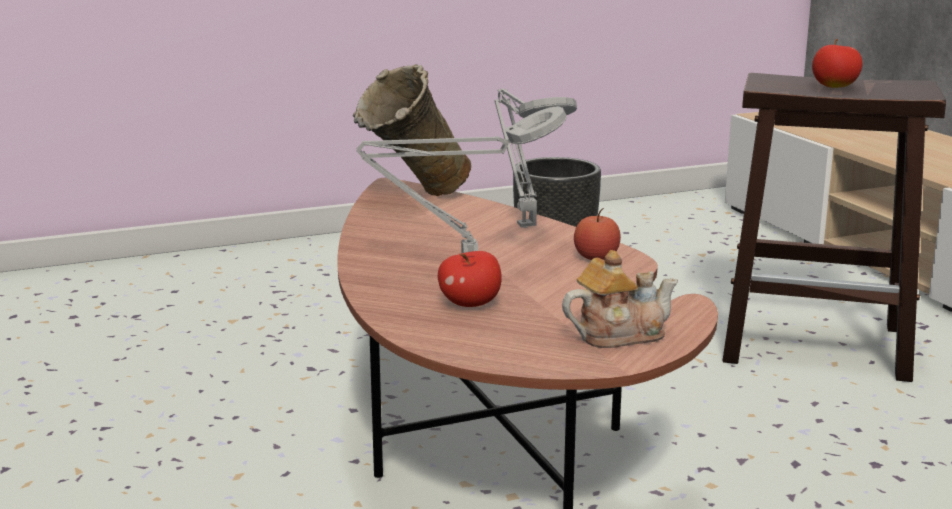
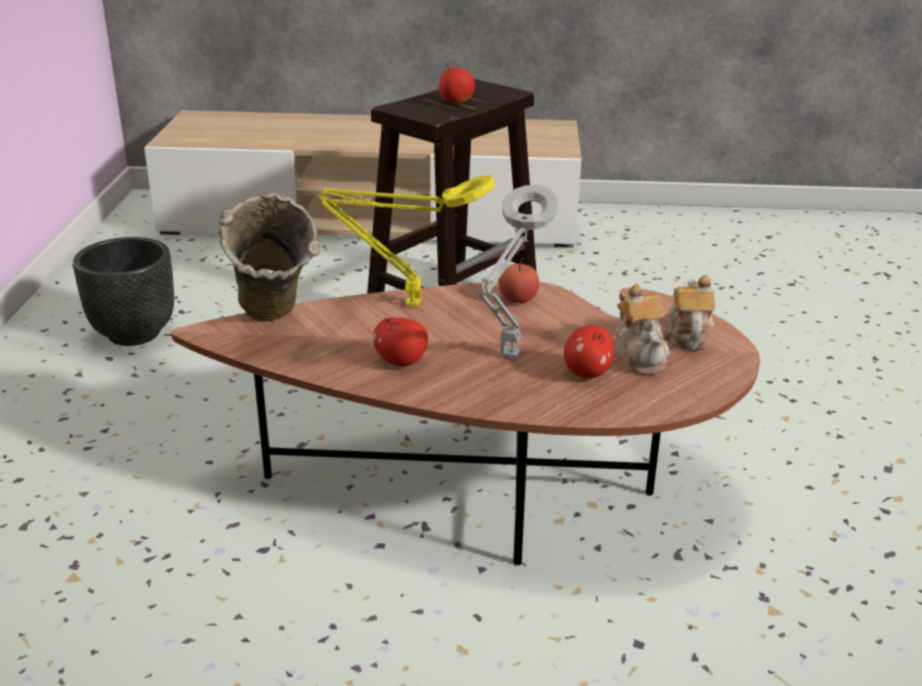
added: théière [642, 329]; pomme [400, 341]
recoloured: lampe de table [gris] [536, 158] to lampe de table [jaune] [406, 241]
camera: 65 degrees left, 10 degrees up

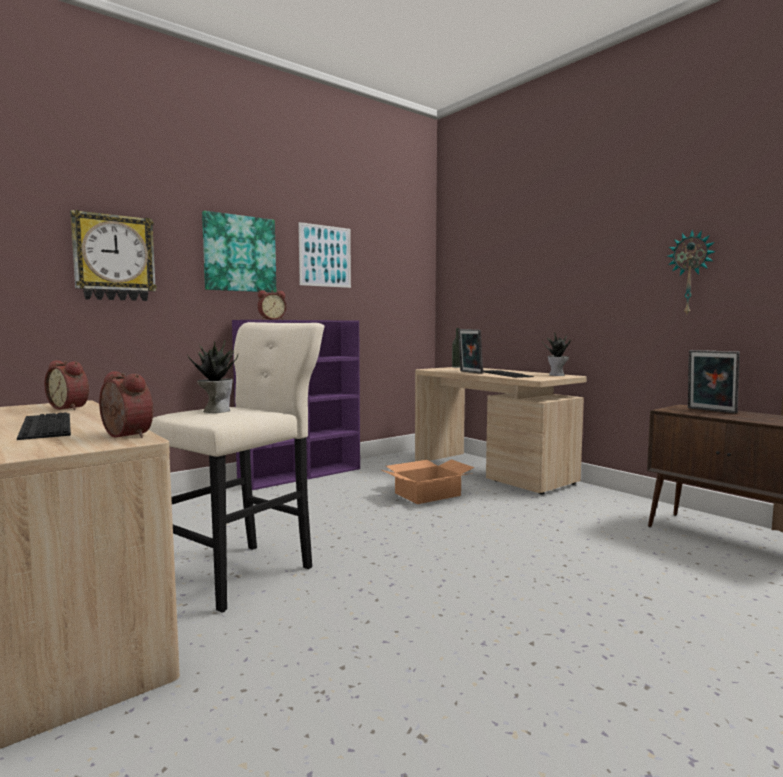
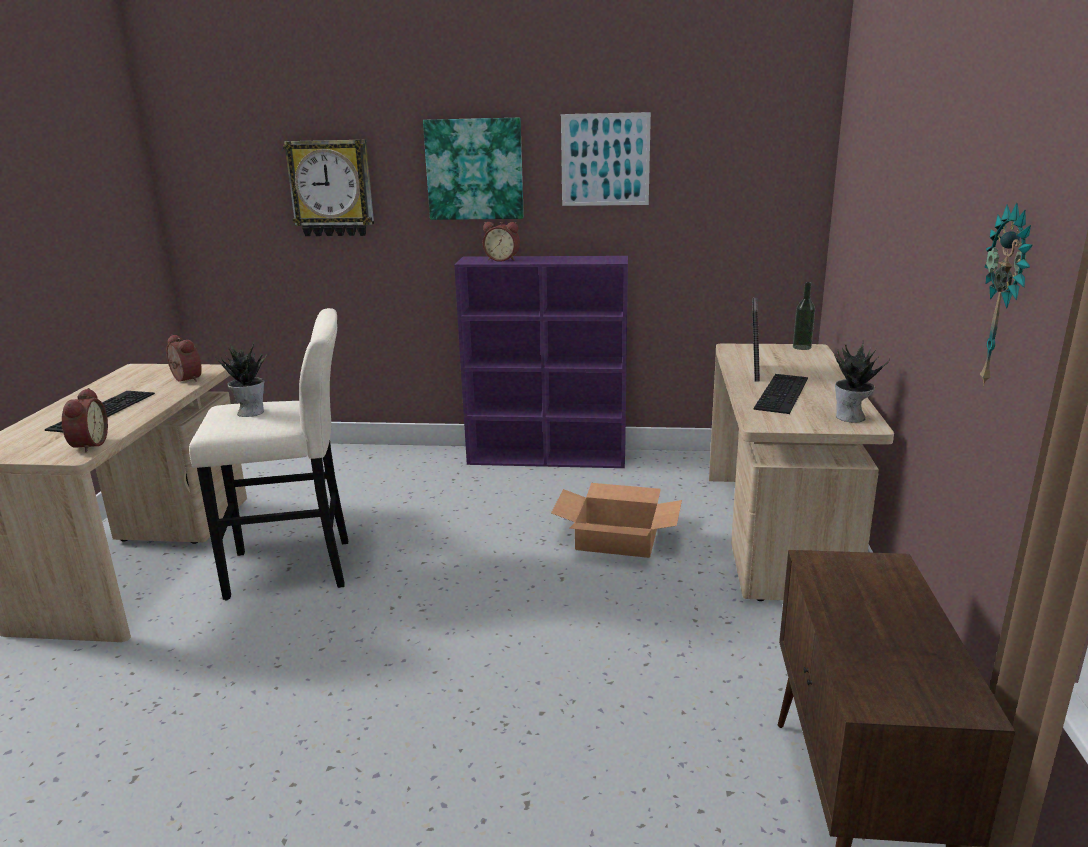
removed: cadre photo [714, 381]
turned: réveil [66, 385] = [184, 358] 150 degrees clockwise
camera: 45 degrees right, 15 degrees up

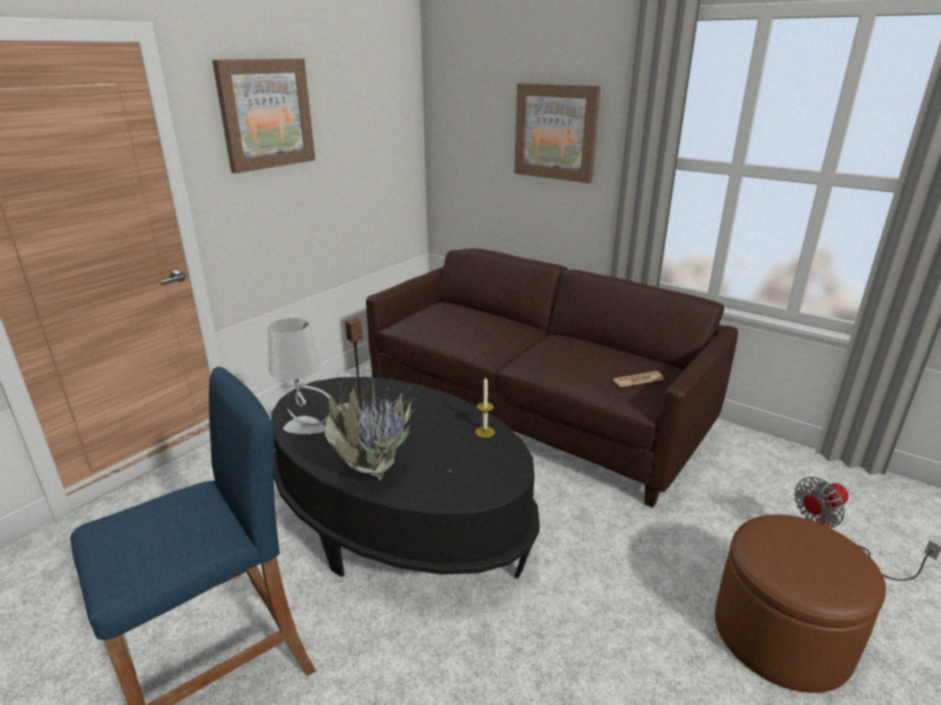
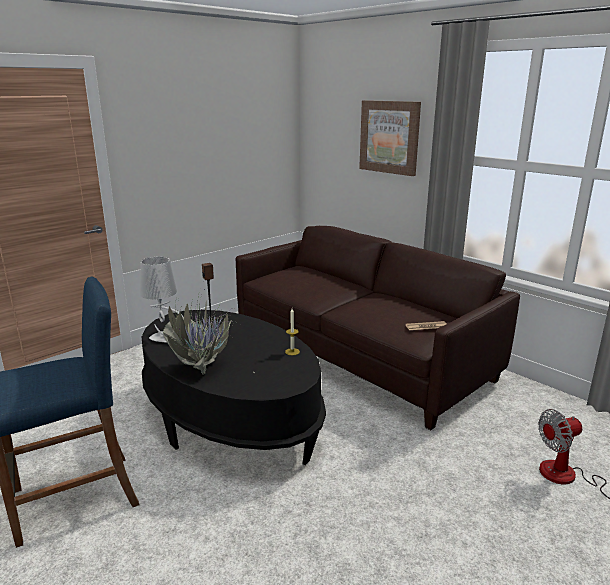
removed: tableau [263, 116]; pouf [marron] [800, 603]
camera: 10 degrees right, 5 degrees down

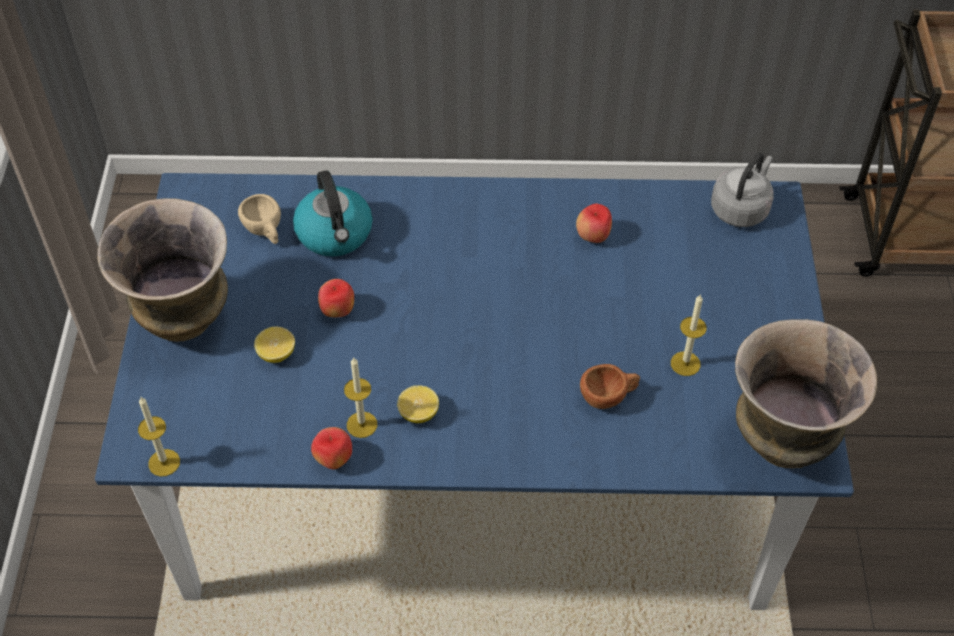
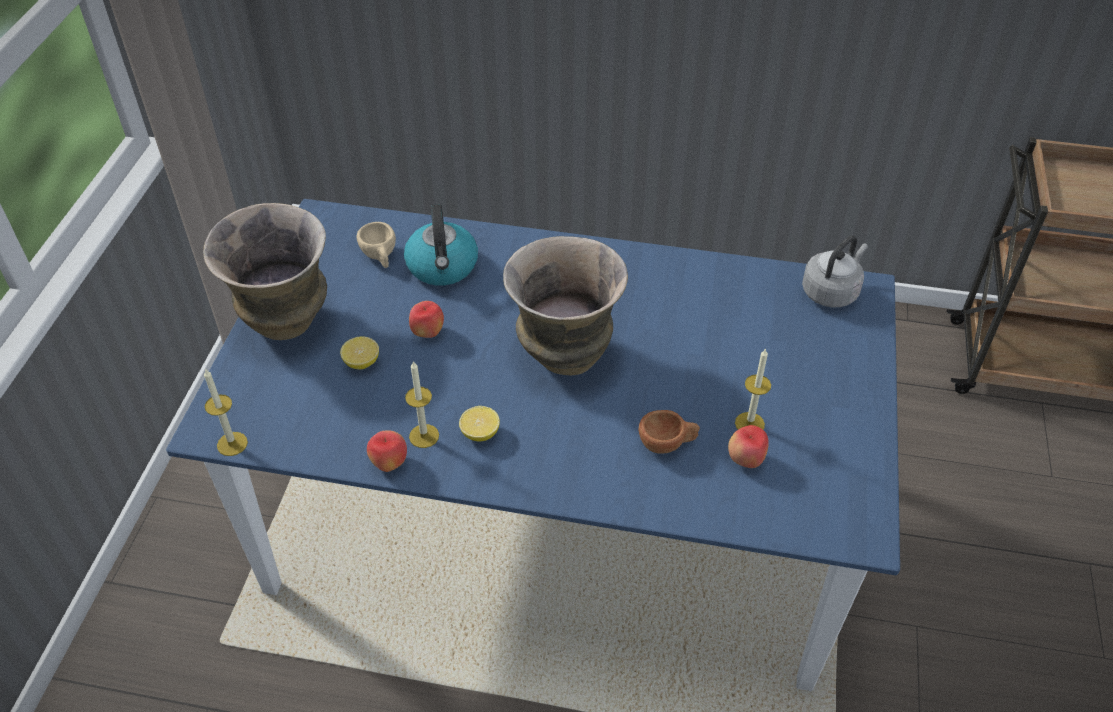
moved: pomme [594, 223] to [748, 446]; vase [806, 393] to [565, 306]
camera: 10 degrees right, 5 degrees down

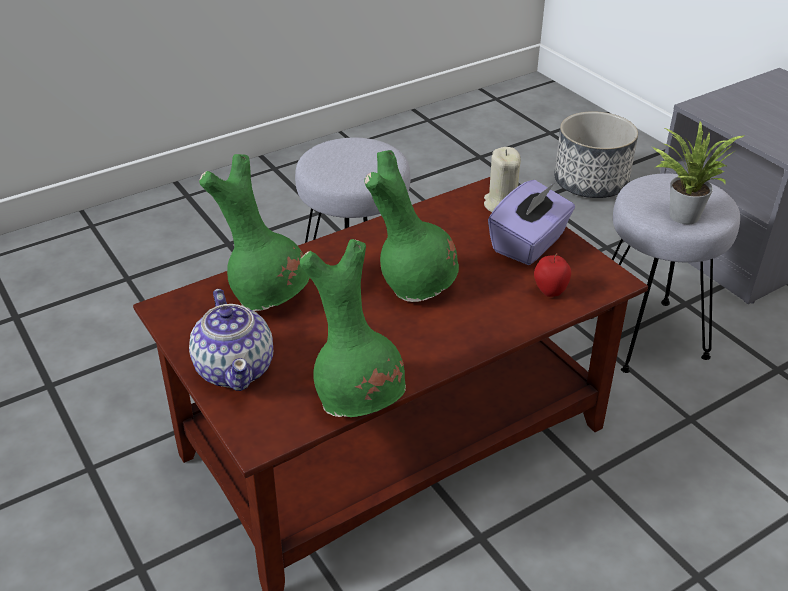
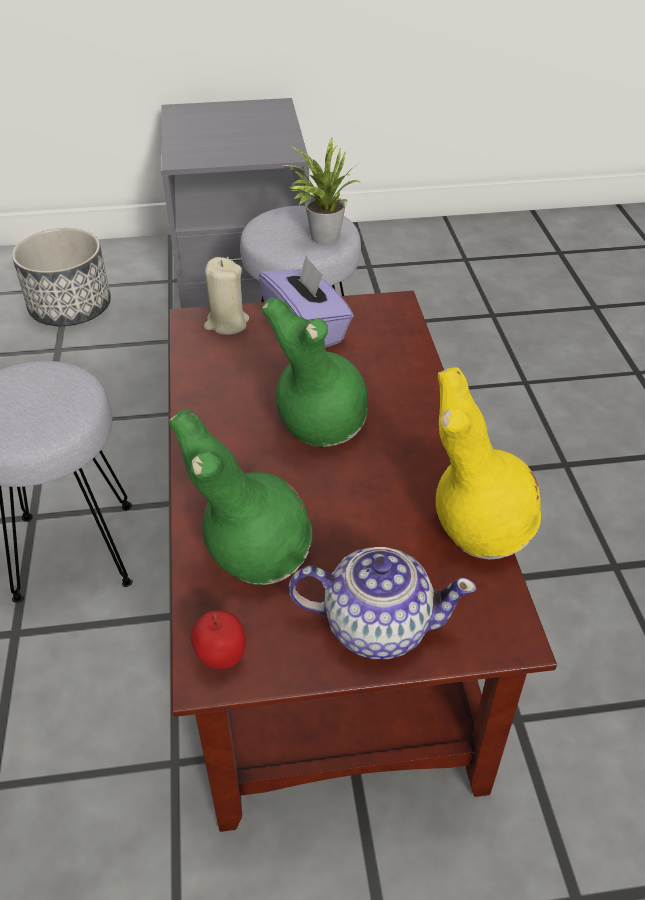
moved: pomme [552, 275] to [218, 640]
recoloured: vase [vert] [353, 328] to vase [jaune] [488, 463]
camera: 65 degrees left, 5 degrees up

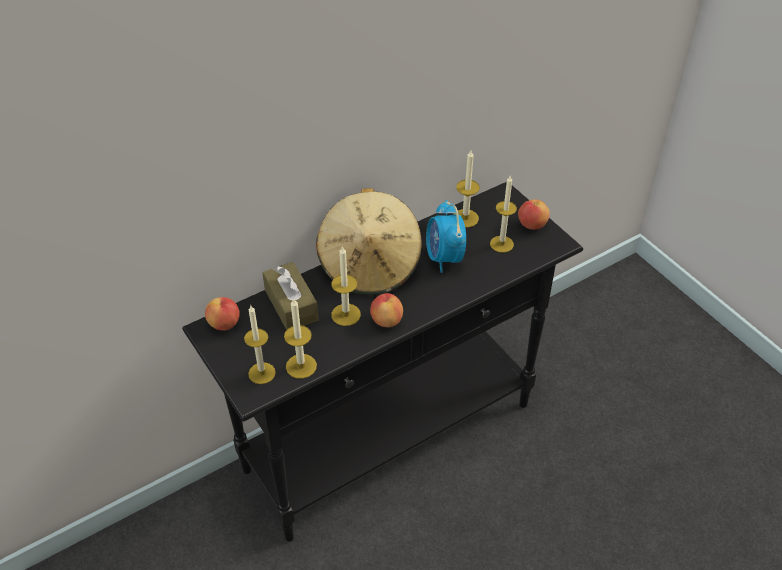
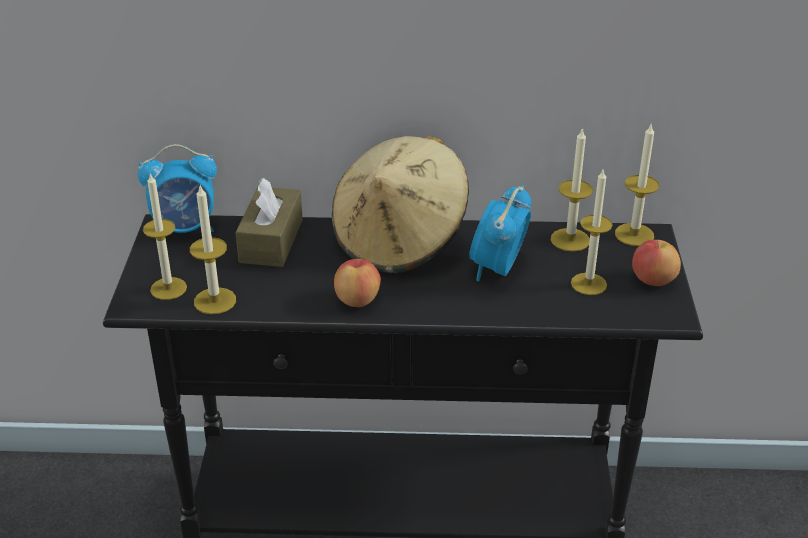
moved: bougie [346, 286] to [637, 185]
replaced: pomme [222, 314] to réveil [177, 191]
camera: 35 degrees right, 10 degrees down

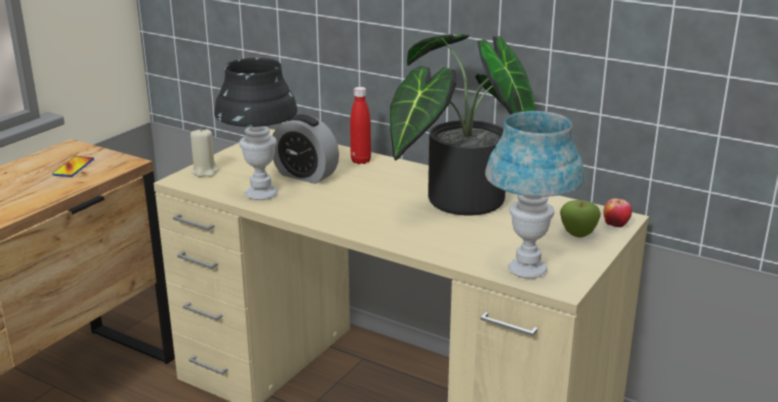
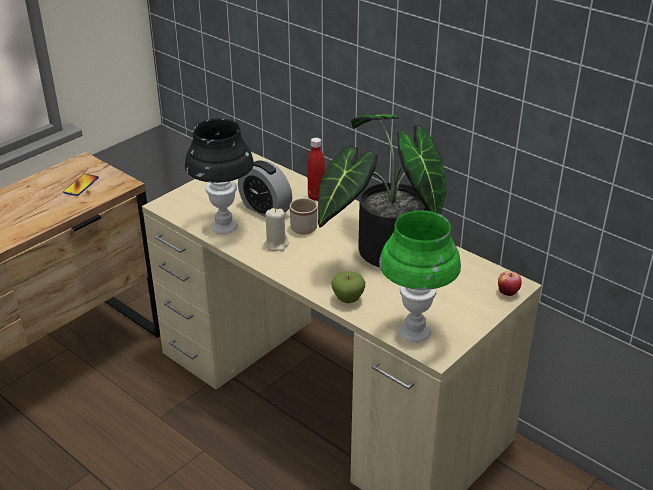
added: mug [beige] [304, 216]
moved: bougie [beige] [204, 152] to [276, 229]; pomme [580, 218] to [348, 287]
recoloured: lampe de table [bleu] [534, 194] to lampe de table [vert] [420, 276]
camera: 10 degrees right, 10 degrees up

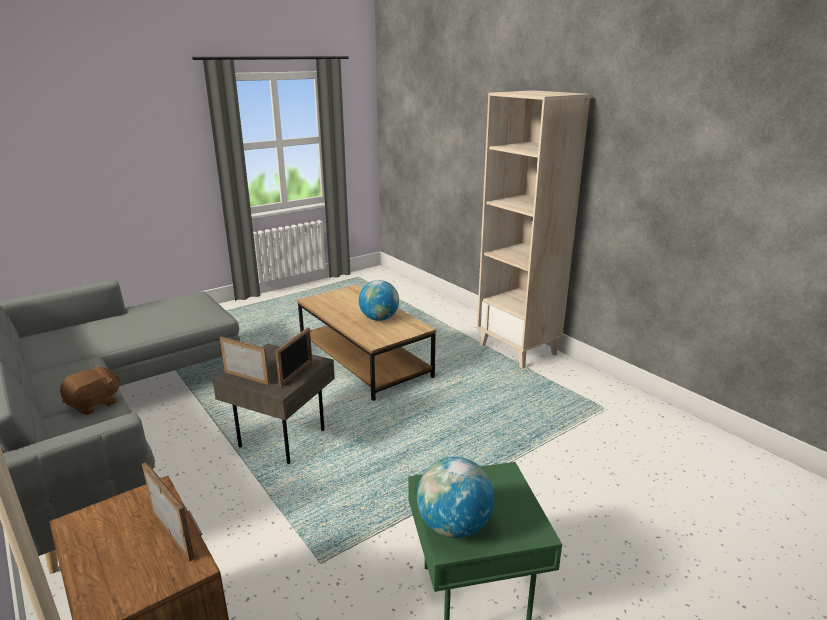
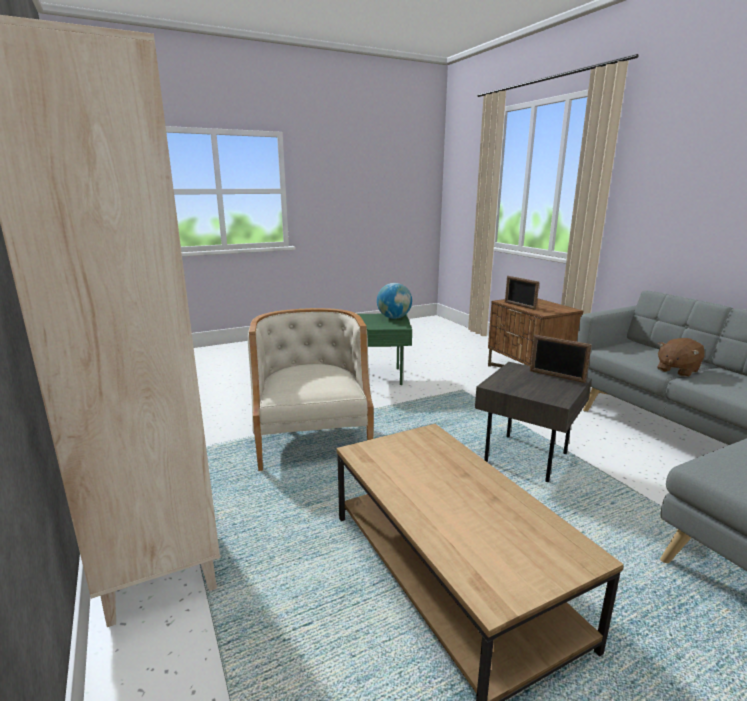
removed: globe [379, 300]; cadre photo [293, 357]
added: fauteuil [beige] [311, 389]
camera: 170 degrees left, 5 degrees down

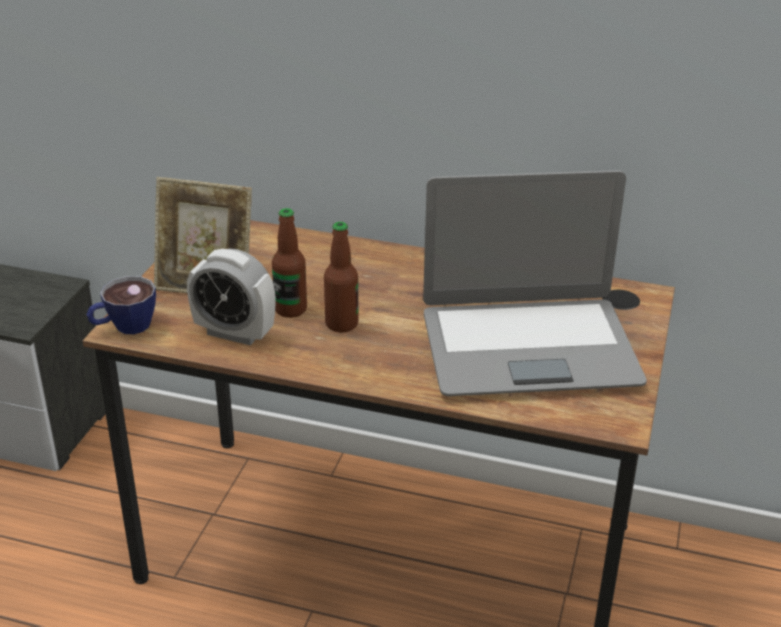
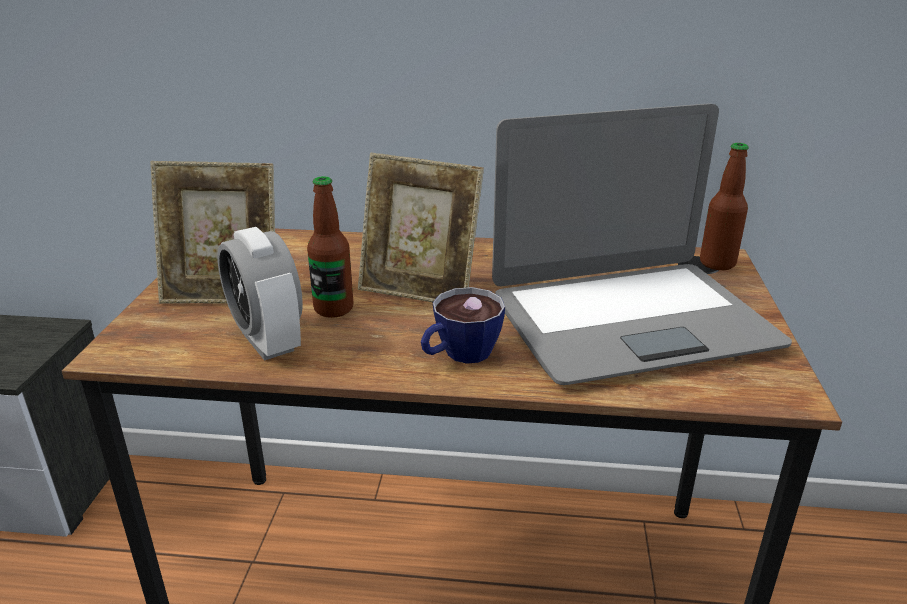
added: cadre photo [421, 227]
moved: bouteille [341, 277] to [724, 206]; tasse [121, 305] to [463, 325]
turned: réveil [231, 297] = [260, 294] 45 degrees clockwise
camera: 10 degrees left, 5 degrees down

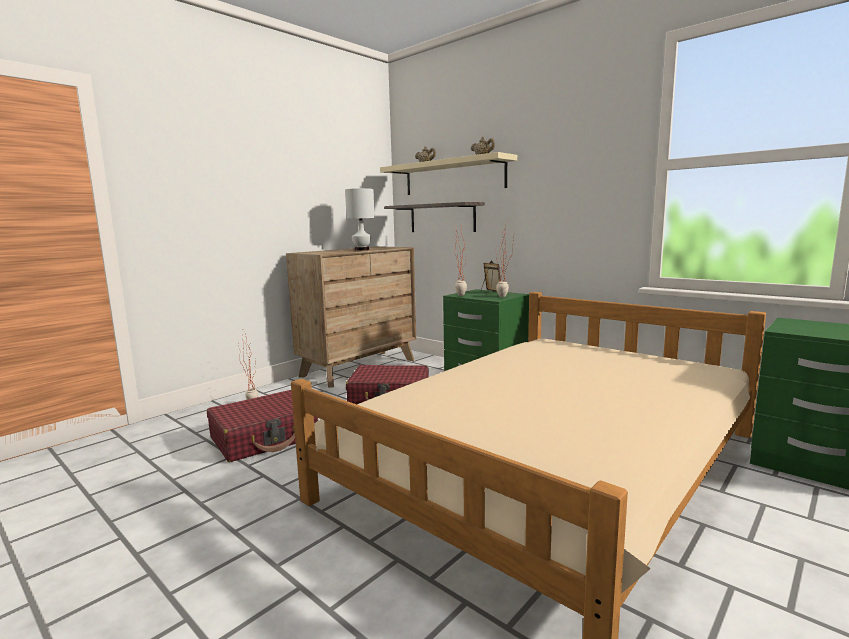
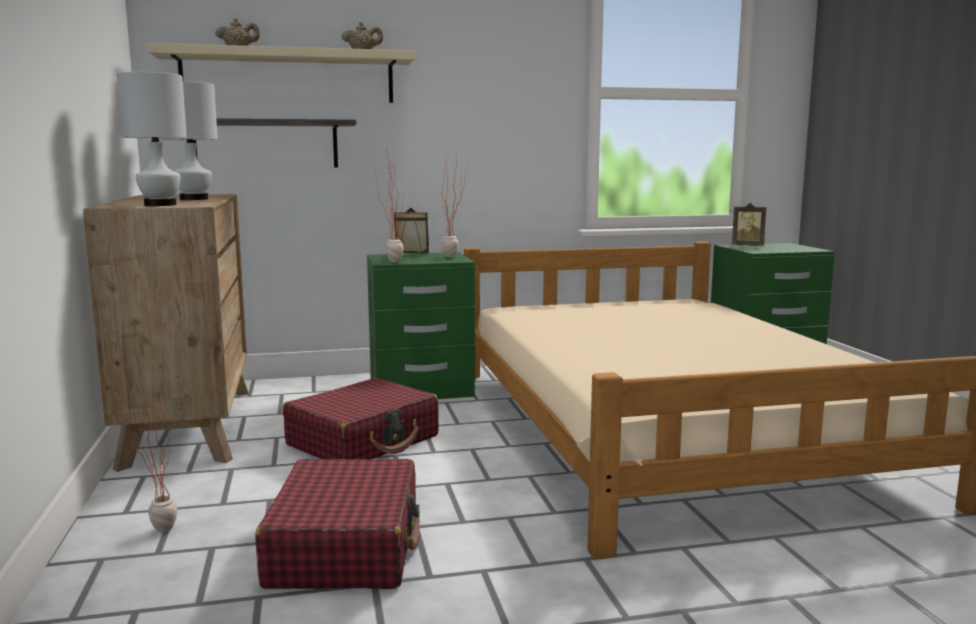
added: lampe de table [blanc] [151, 139]; cadre photo [749, 224]
camera: 55 degrees left, 0 degrees up

